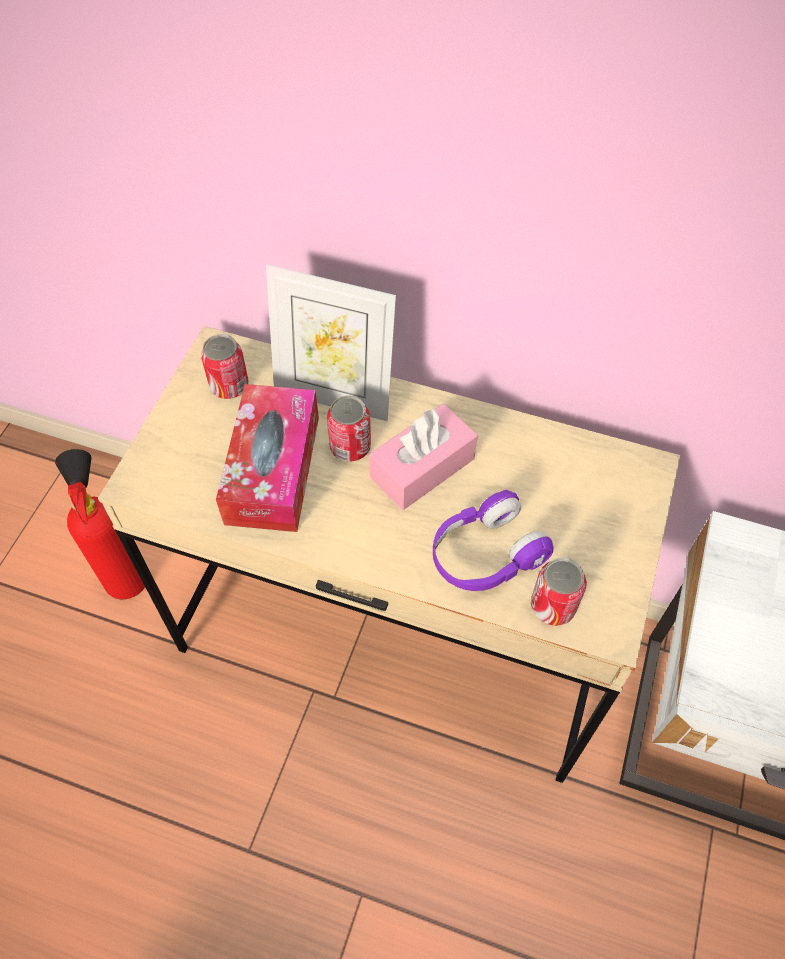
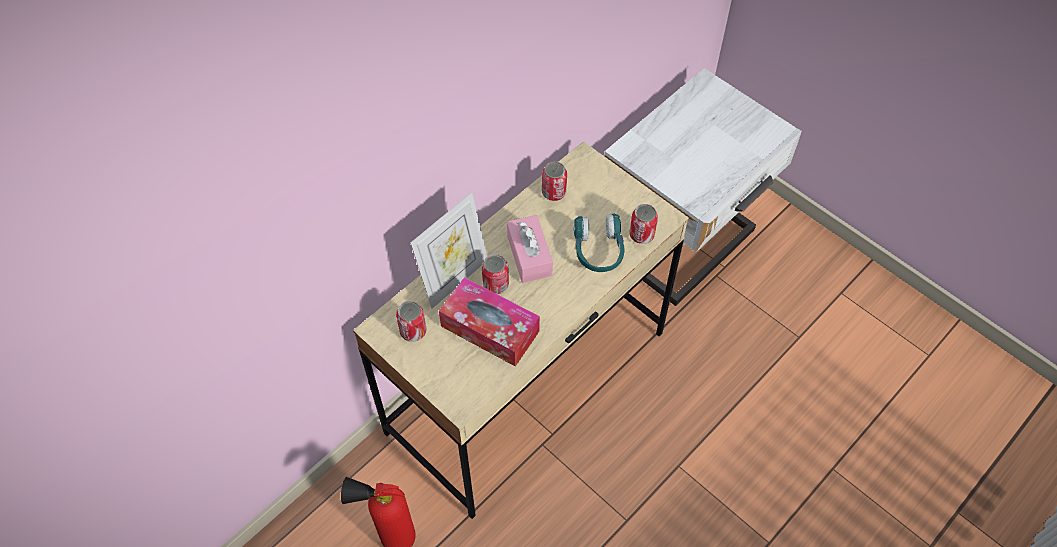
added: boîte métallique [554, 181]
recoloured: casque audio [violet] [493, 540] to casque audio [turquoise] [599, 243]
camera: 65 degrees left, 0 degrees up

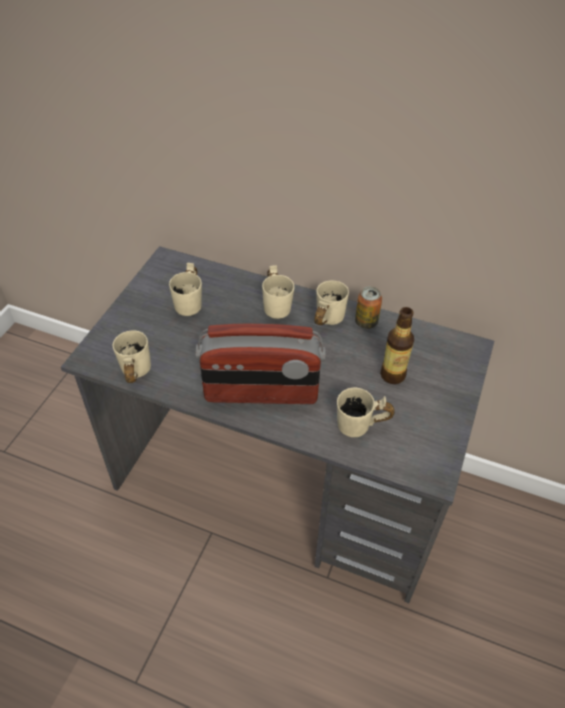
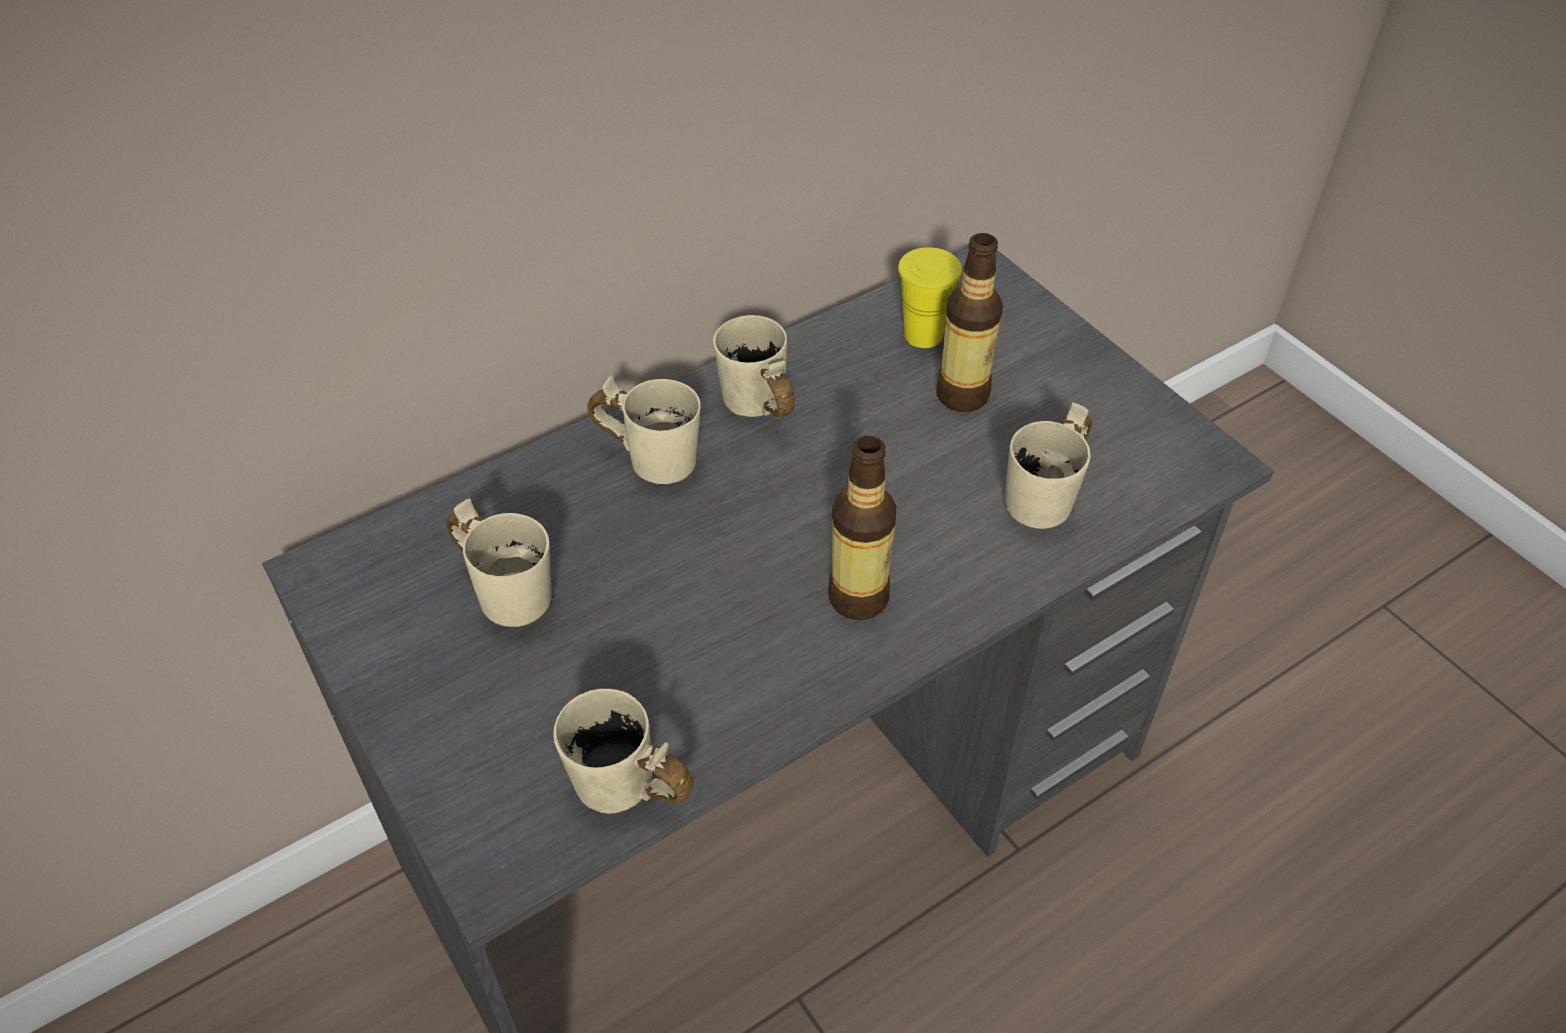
removed: boîte métallique [368, 308]
added: tasse [jaune] [930, 297]
replaced: radio [260, 364] to bouteille [862, 528]
camera: 55 degrees left, 0 degrees up

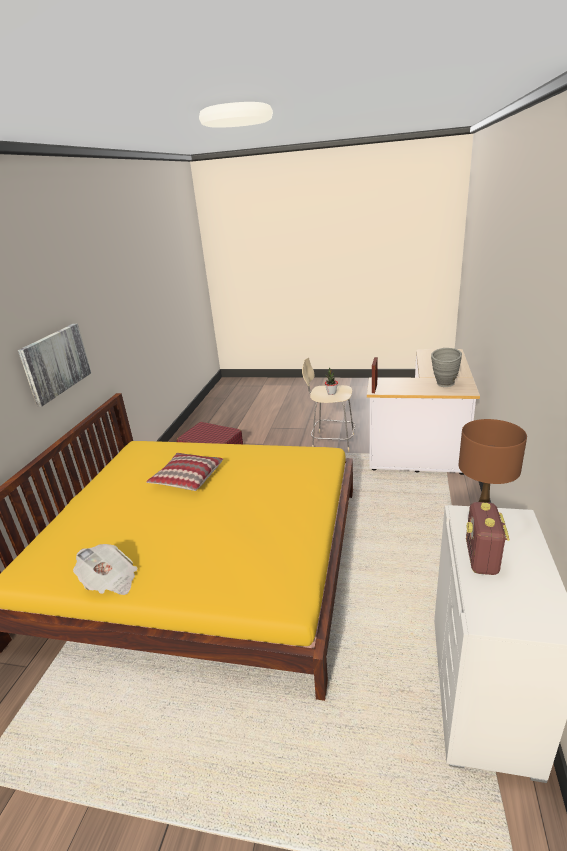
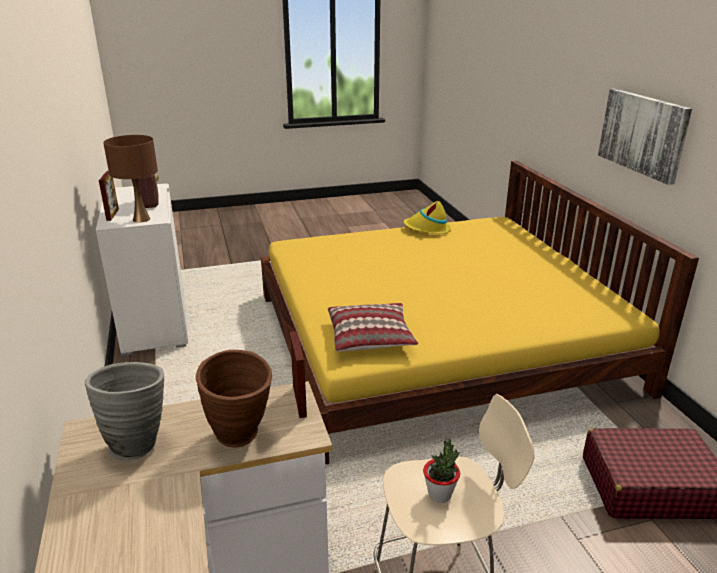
added: cadre photo [109, 196]; vase [marron] [234, 399]
moved: coussin [184, 472] to [373, 327]
replaced: journal [105, 569] to chapeau [jaune] [427, 217]
camera: 150 degrees right, 0 degrees up

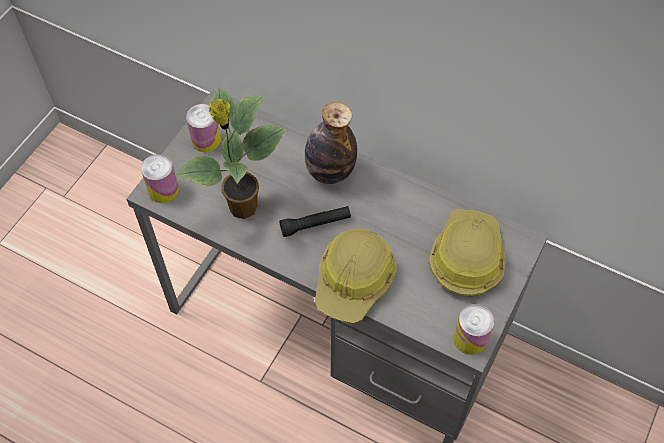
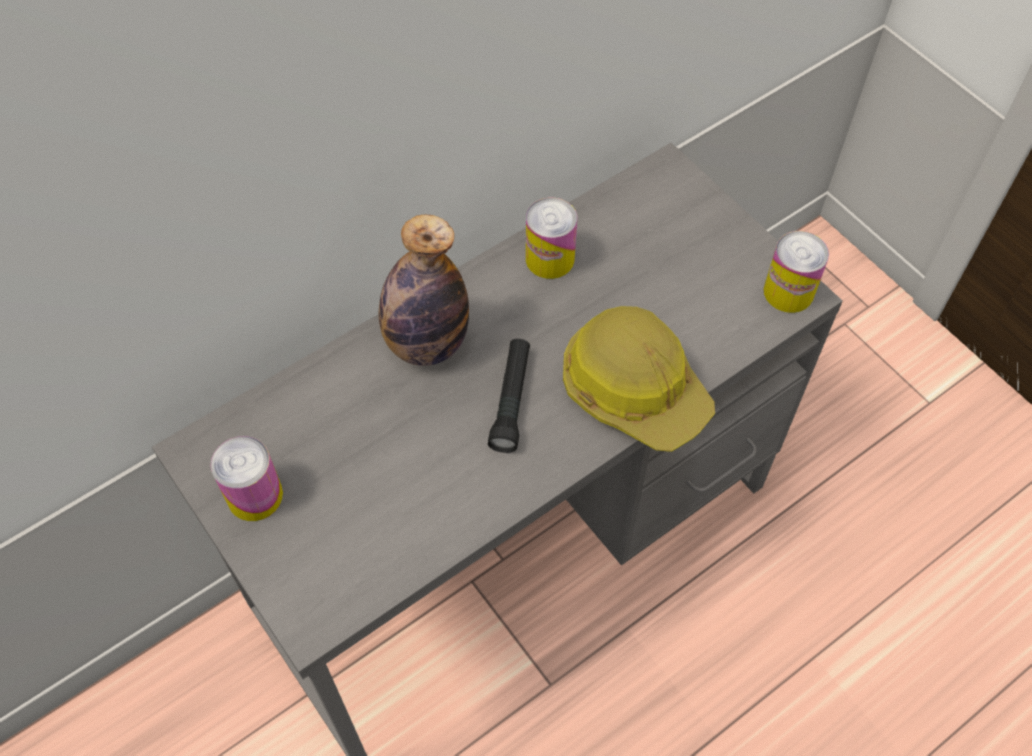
removed: plante en pot [230, 153]; casque de chantier [467, 253]
moved: boîte métallique [160, 178] to [551, 238]
camera: 65 degrees left, 0 degrees up

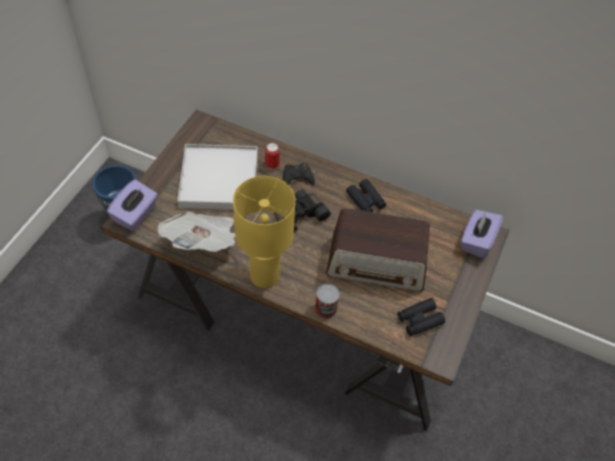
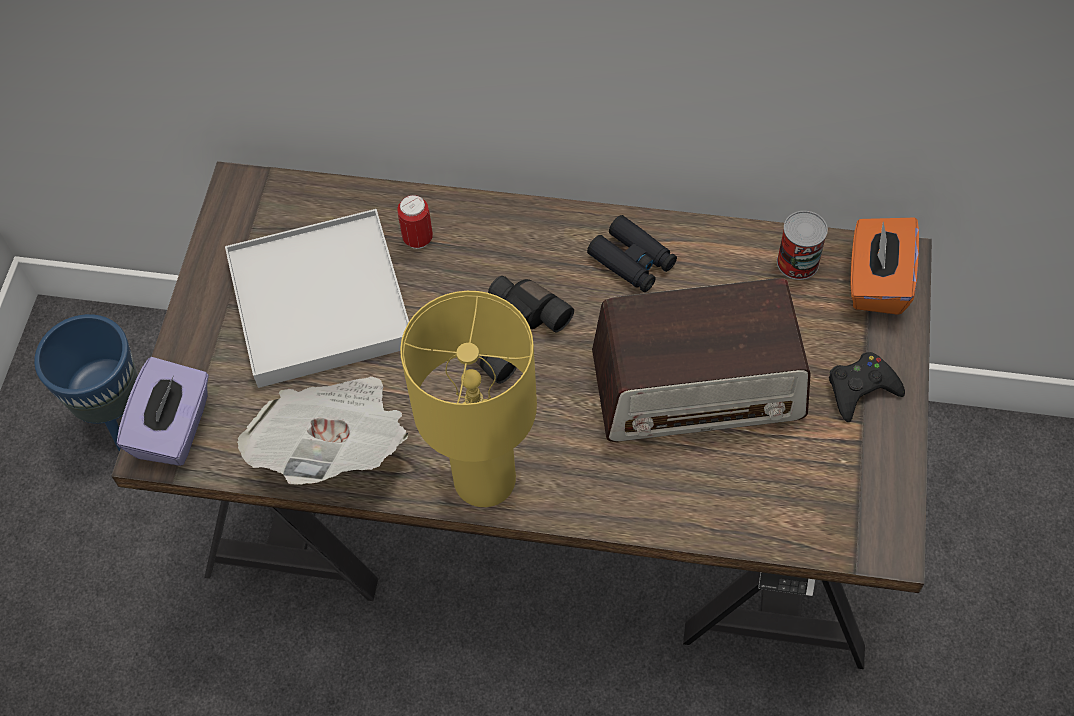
removed: jumelles [noir] [421, 317]
moved: manette [noir] [299, 174] to [867, 387]; boîte métallique [327, 301] to [802, 245]
recoloured: boîte à mouchoirs [violet] [482, 234] to boîte à mouchoirs [orange] [884, 266]
camera: 10 degrees left, 5 degrees up

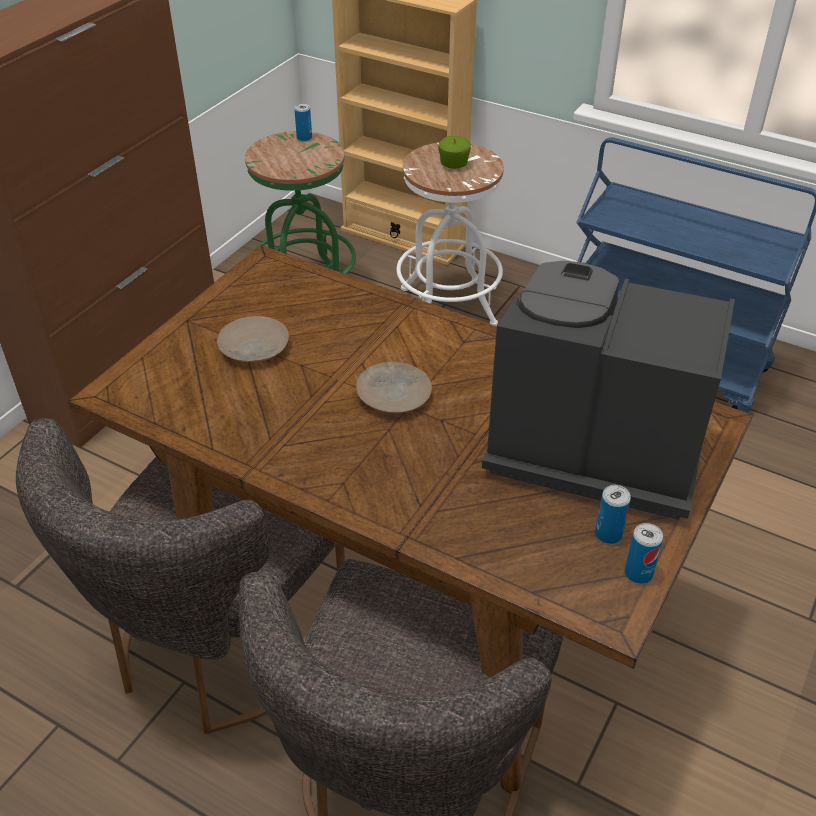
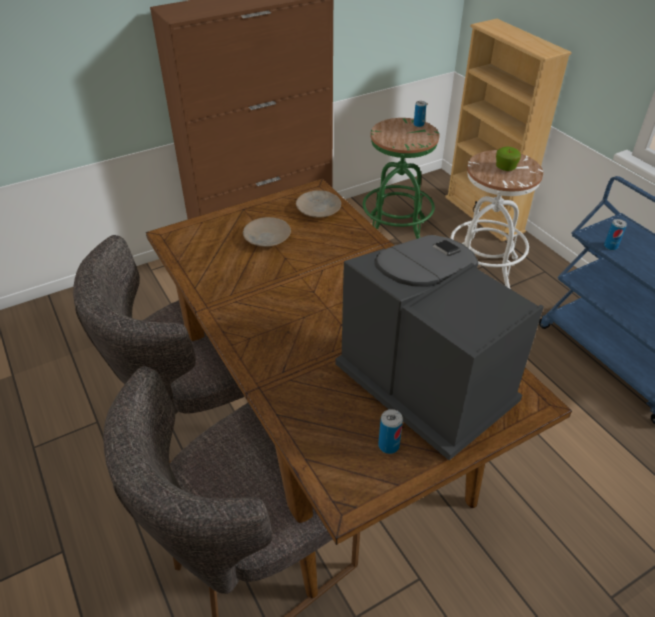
moved: assiette [beige] [394, 387] to [318, 204]; boîte métallique [644, 553] to [615, 234]
camera: 30 degrees right, 0 degrees up

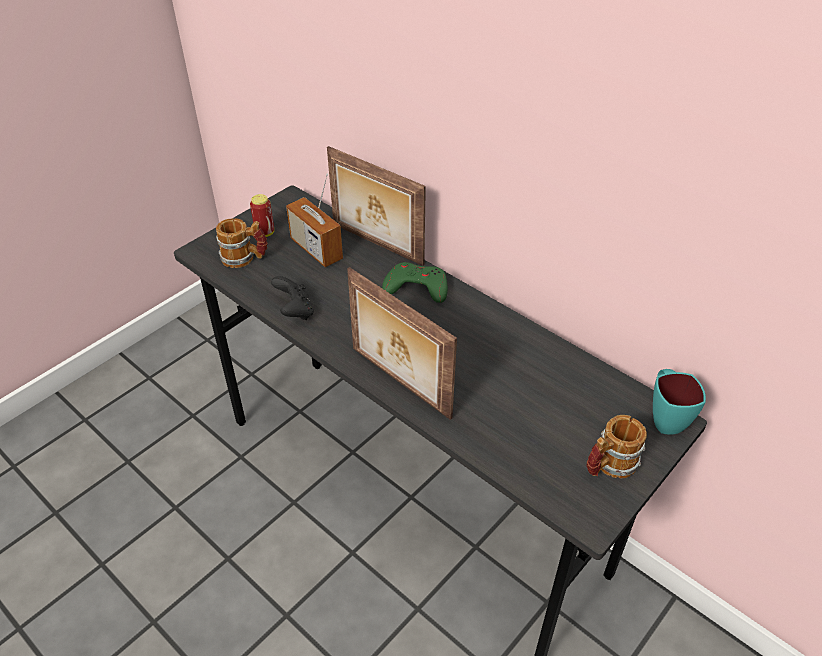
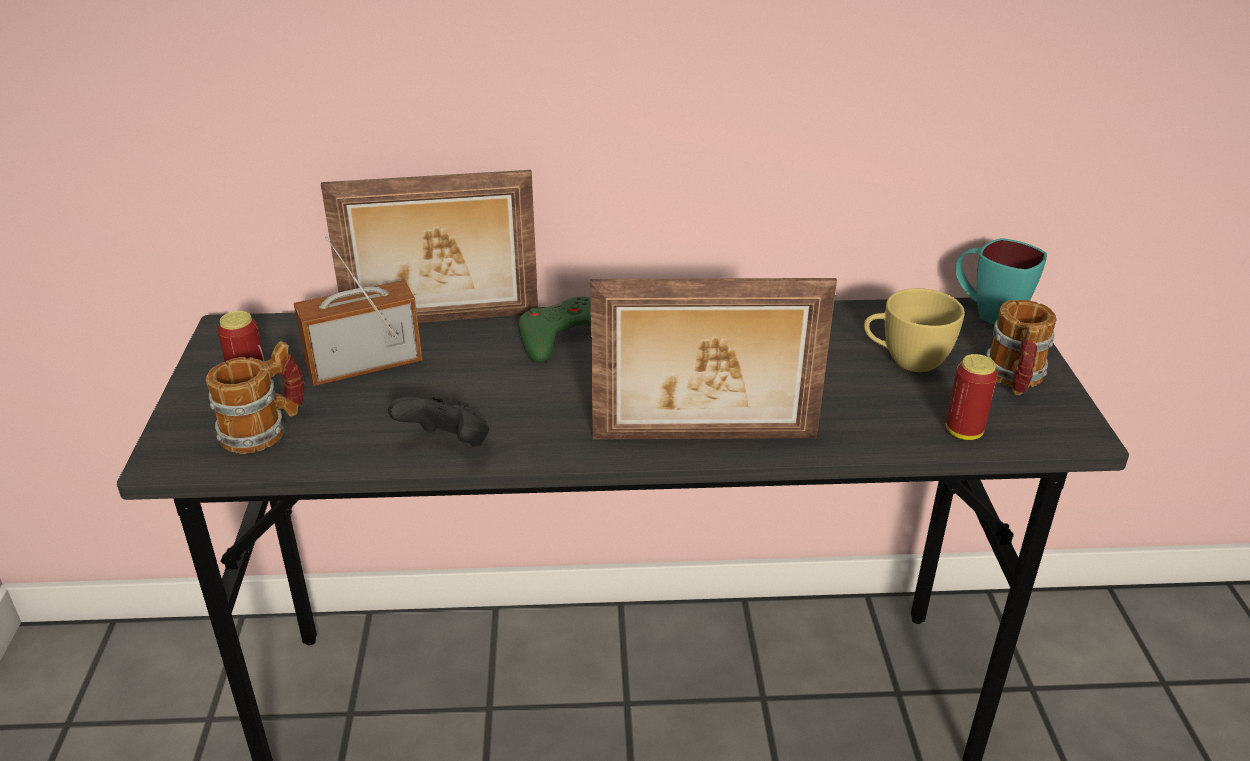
added: tasse [jaune] [914, 330]; boîte métallique [972, 397]
turned: radio [314, 220] = [358, 311] 150 degrees clockwise
camera: 45 degrees left, 10 degrees down

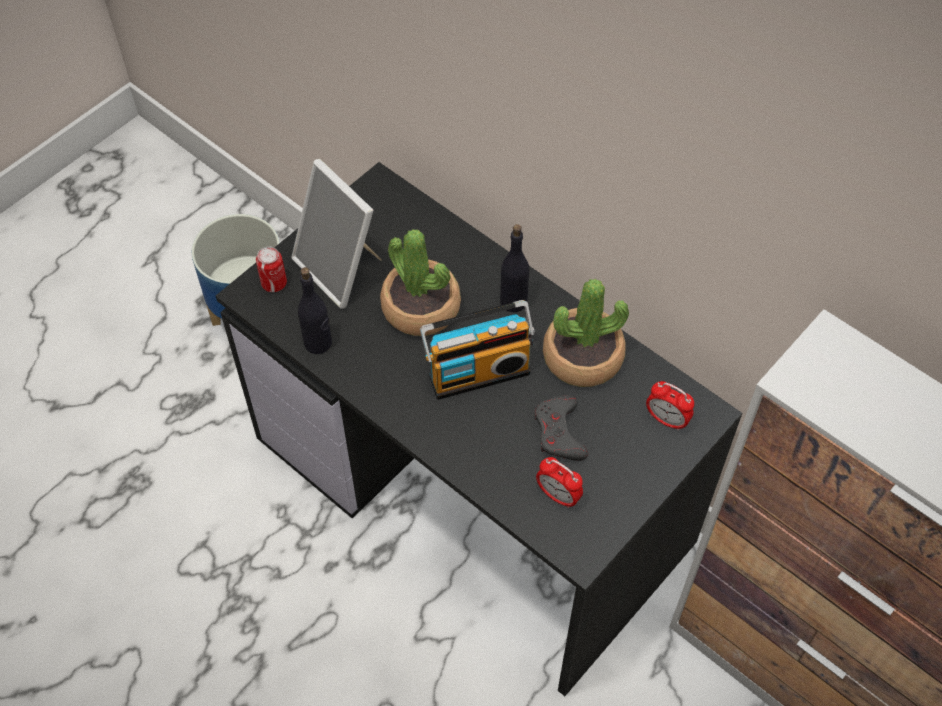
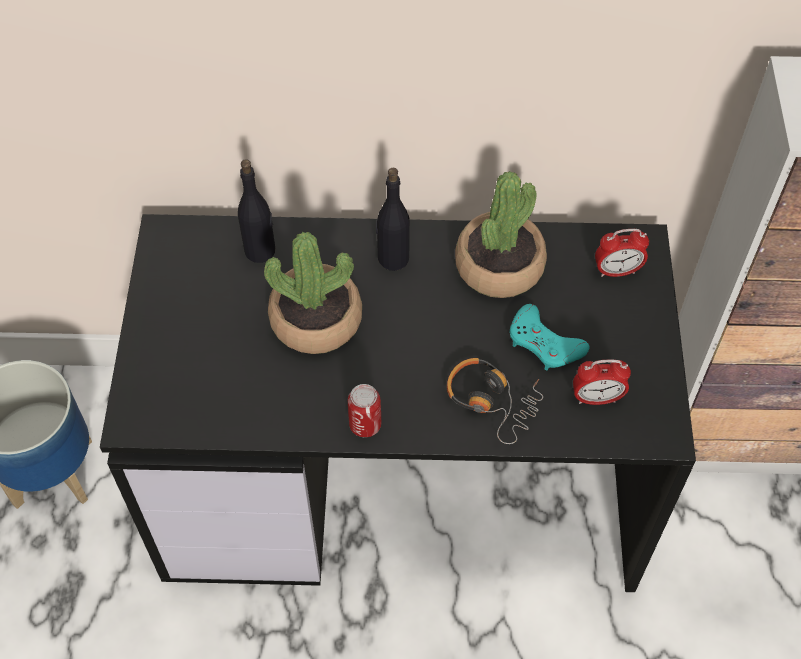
removed: cadre photo [336, 234]; radio [477, 350]
added: casque audio [495, 401]
moved: boîte métallique [271, 269] to [364, 410]; bouteille [noir] [315, 310] to [256, 211]
recoloured: manette [gris] [561, 428] to manette [turquoise] [549, 337]
camera: 40 degrees left, 0 degrees up

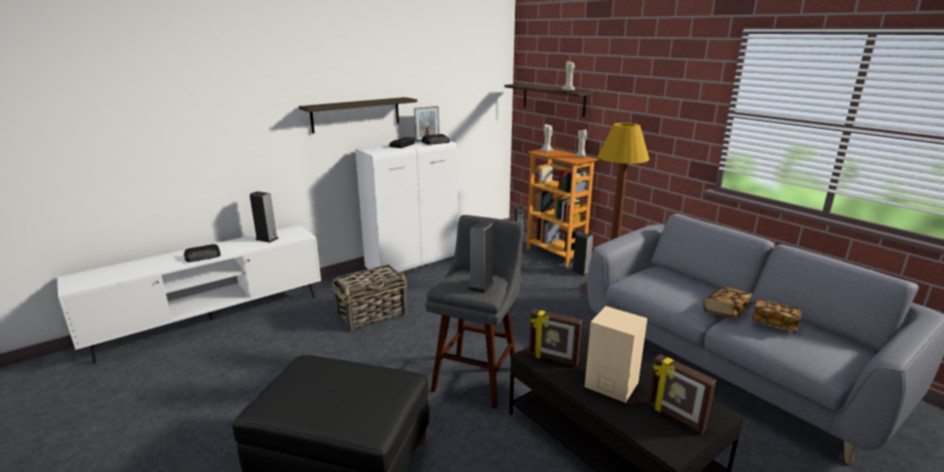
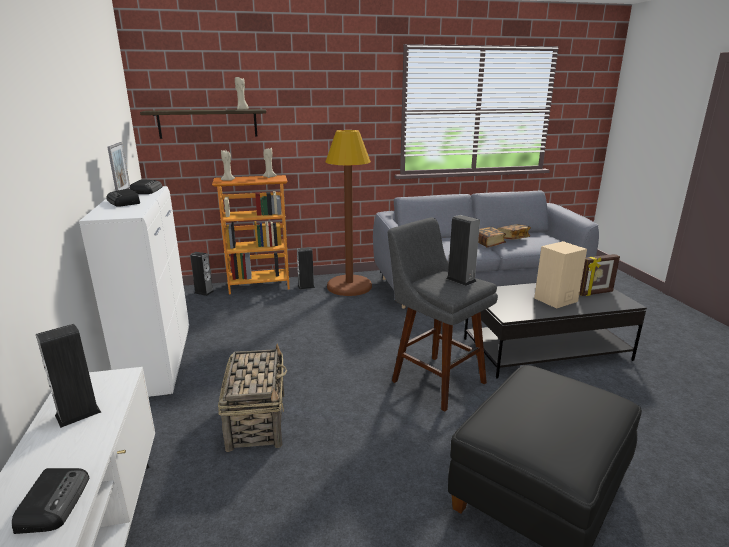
removed: étagère [358, 115]; cadre photo [555, 338]
camera: 65 degrees left, 0 degrees up

